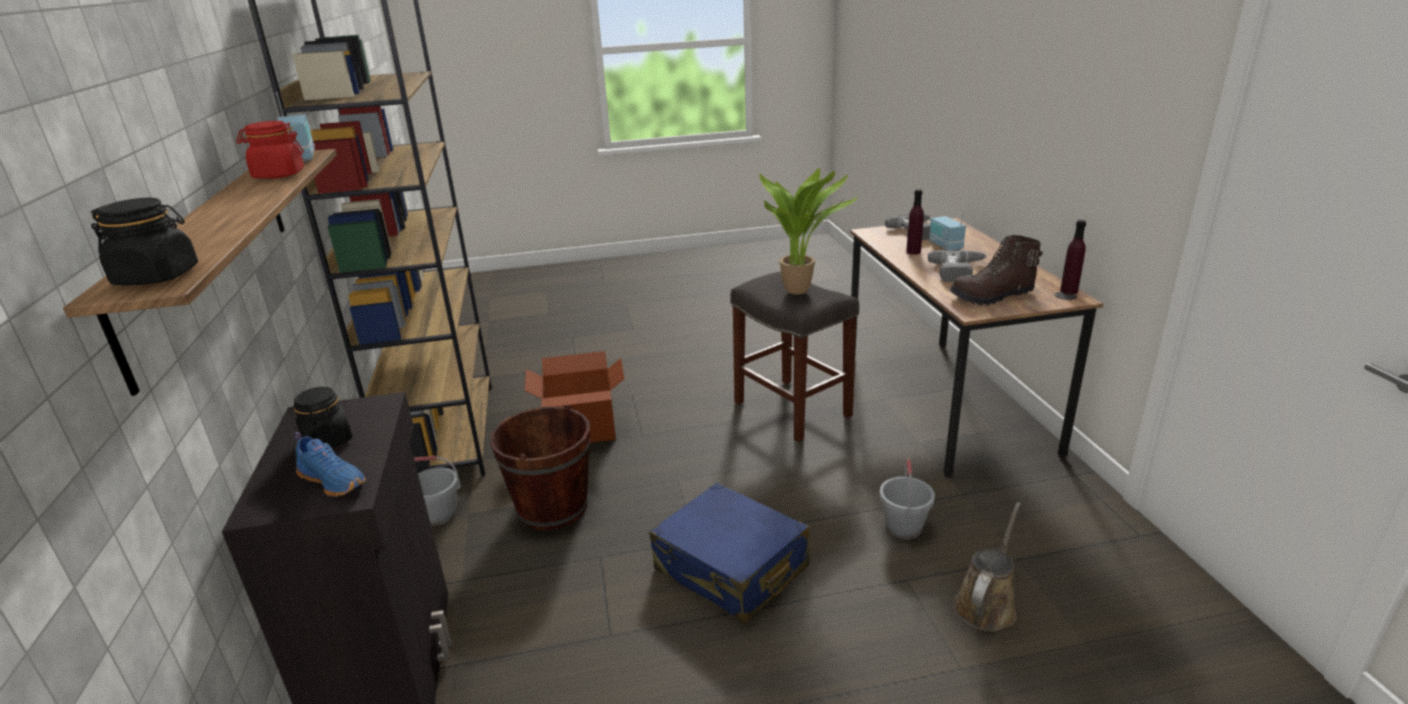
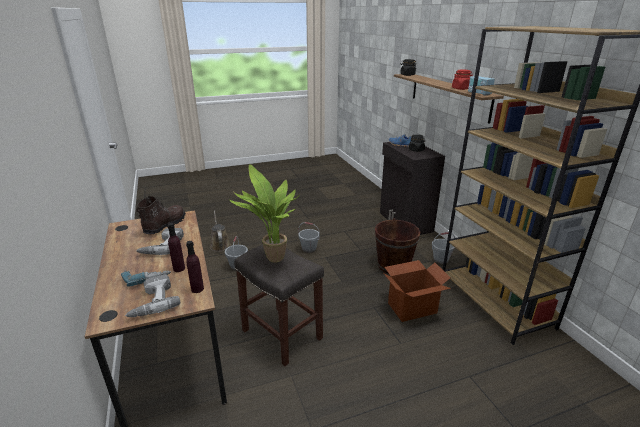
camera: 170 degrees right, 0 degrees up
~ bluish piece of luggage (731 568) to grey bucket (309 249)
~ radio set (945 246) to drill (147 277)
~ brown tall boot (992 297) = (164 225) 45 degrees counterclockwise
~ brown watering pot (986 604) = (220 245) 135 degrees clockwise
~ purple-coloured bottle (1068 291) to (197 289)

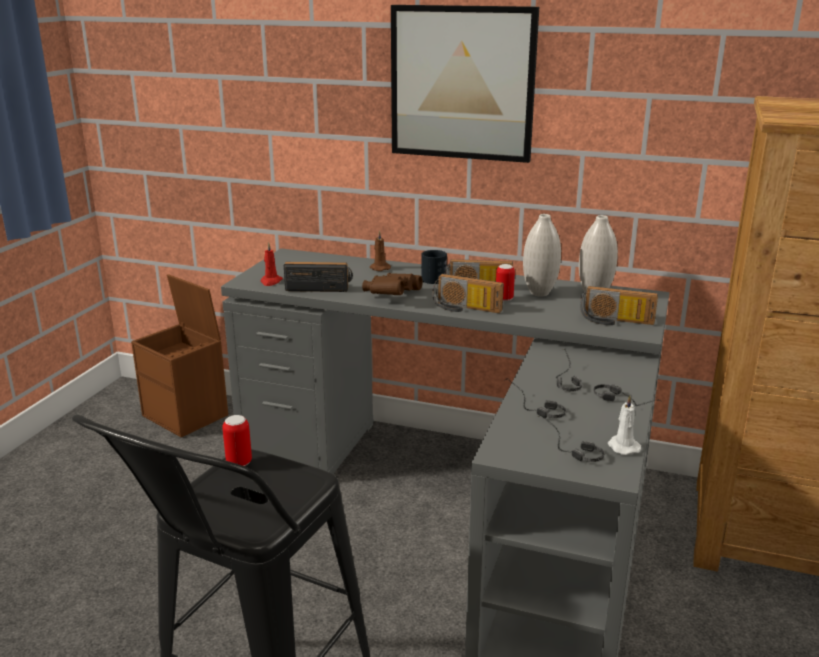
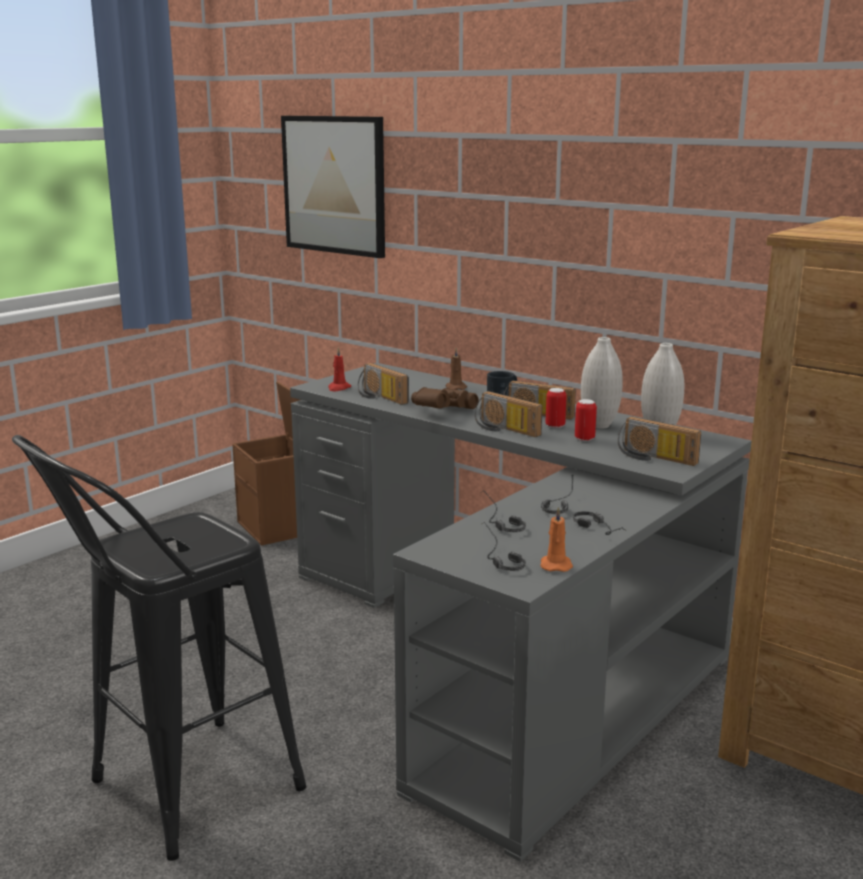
camera: 20 degrees right, 5 degrees down
~ can (239 463) to (584 439)
~ radio set (320 287) = (379 397) 150 degrees counterclockwise
~ picture (462 83) to (334 185)
~ white-coloured wax candle (622 446) to orangey wax candle (555 565)

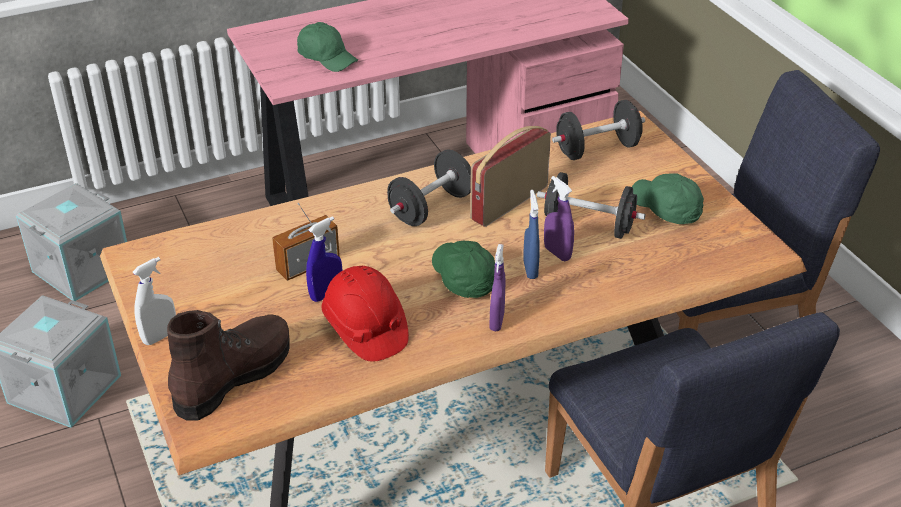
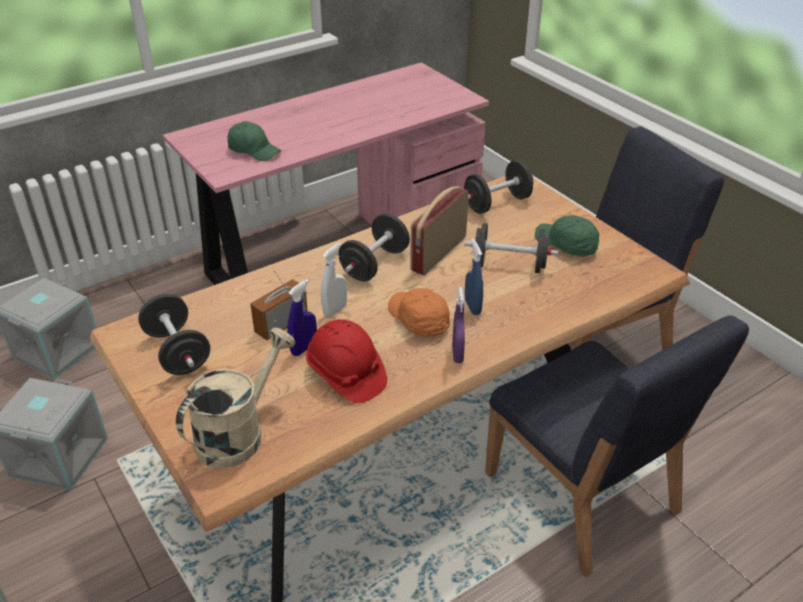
camera: 10 degrees left, 0 degrees up
~ white-coloured sprayer (160 337) to (335 310)
~ brown tall boot (233 377) to sand-coloured watering pot (238 433)
~ greenish baseball cap (463 277) to orangey baseball cap (418 320)
- purple-coloured sprayer (557 253)
+ black-coloured free weight (178 352)

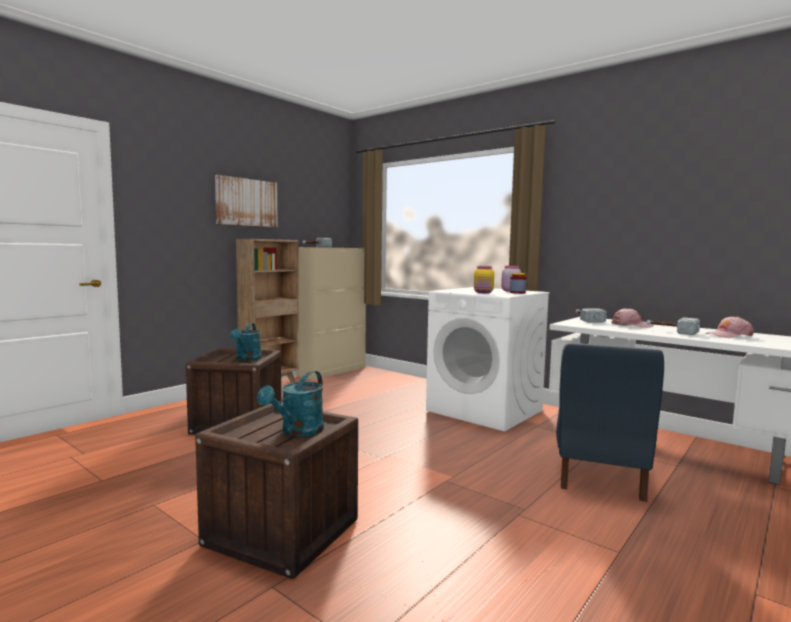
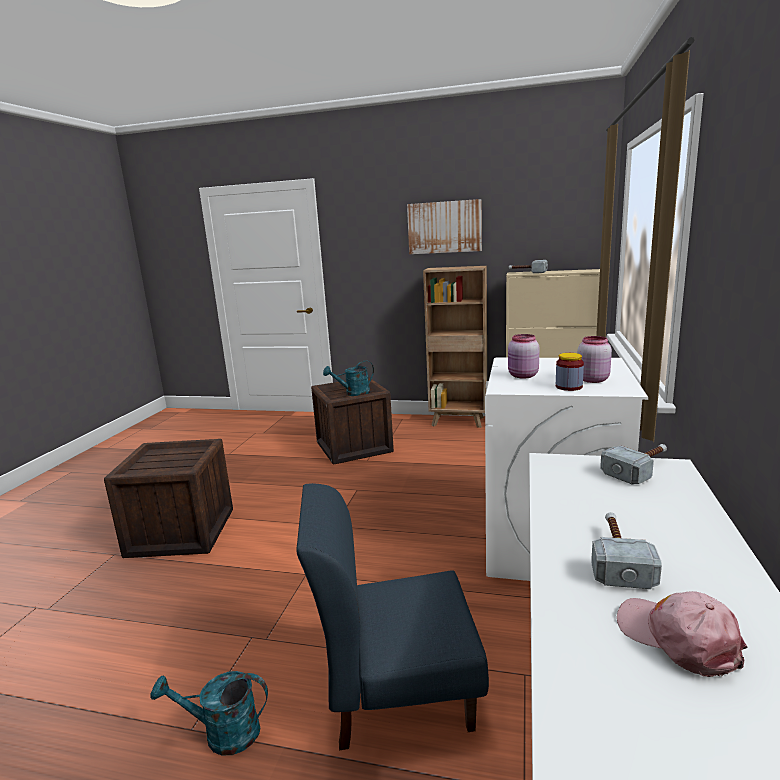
camera: 65 degrees right, 10 degrees up
~ turquoise-coloured watering pot (297 432) to (222 733)
~ yellow preserve jar (483 292) to pink-coloured preserve jar (522 376)
- pink-coloured baseball cap (631 325)

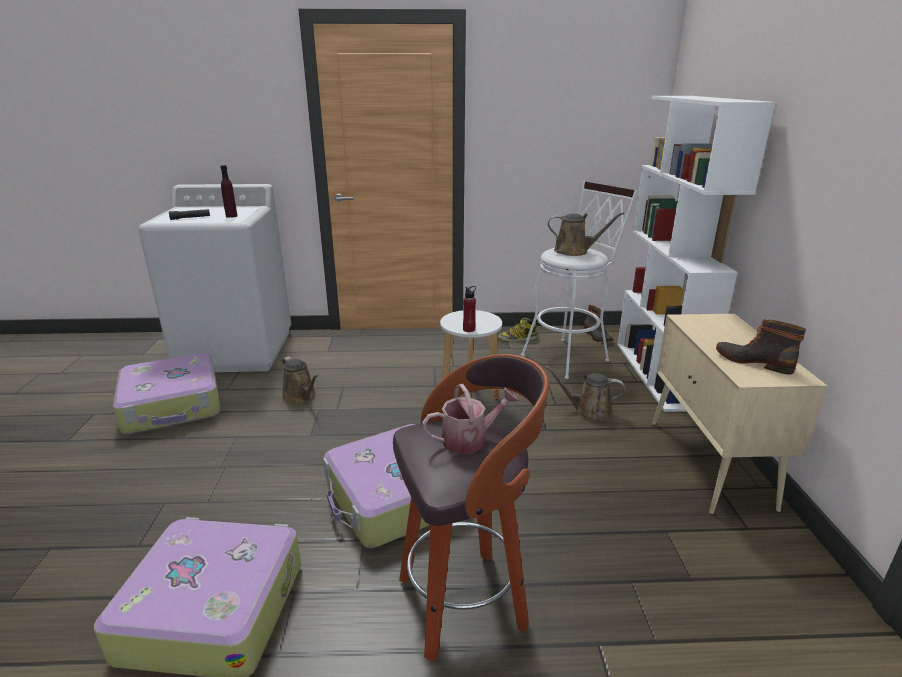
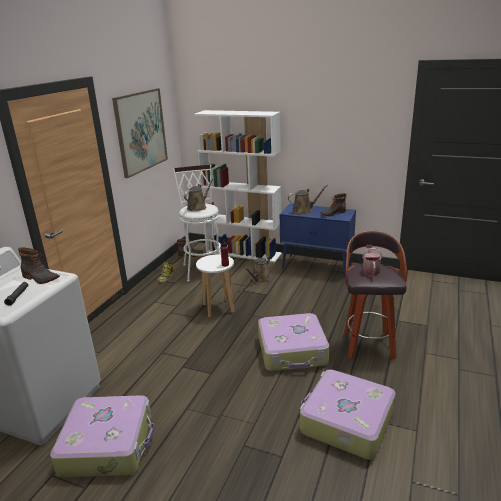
camera: 65 degrees left, 0 degrees up
~ purple-coloured bottle (231 216) to tall boot (40 278)
~ brown watering pot (301 397) to (303 211)
~ sand-coloured storage cabinet (709 464) to bluish storage cabinet (317 266)
+ picture (141 131)

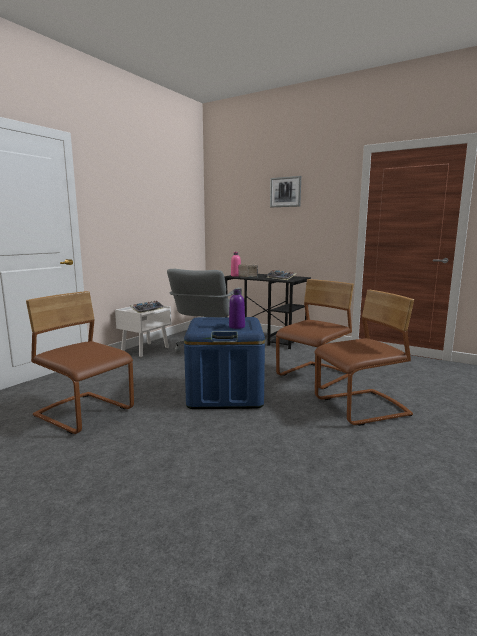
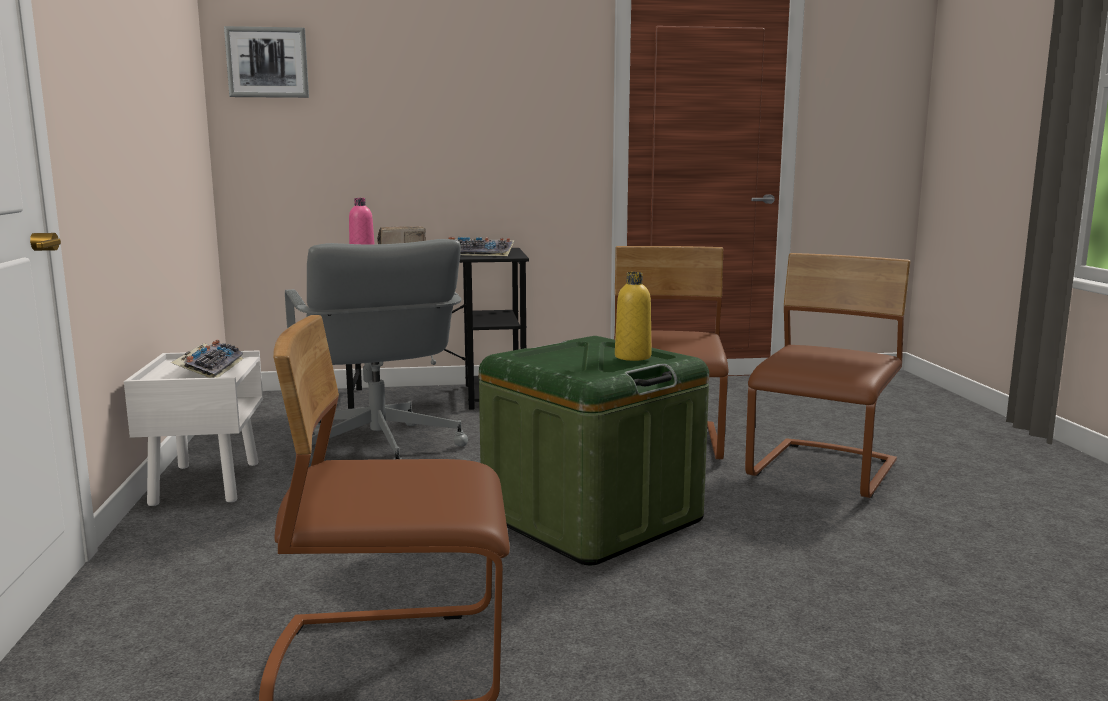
camera: 40 degrees left, 0 degrees up
~ bluish storage container (225 394) to greenish storage container (591 518)
~ purple-coloured bottle (237 327) to yellow bottle (632 357)
~ picture (285 192) to (267 62)

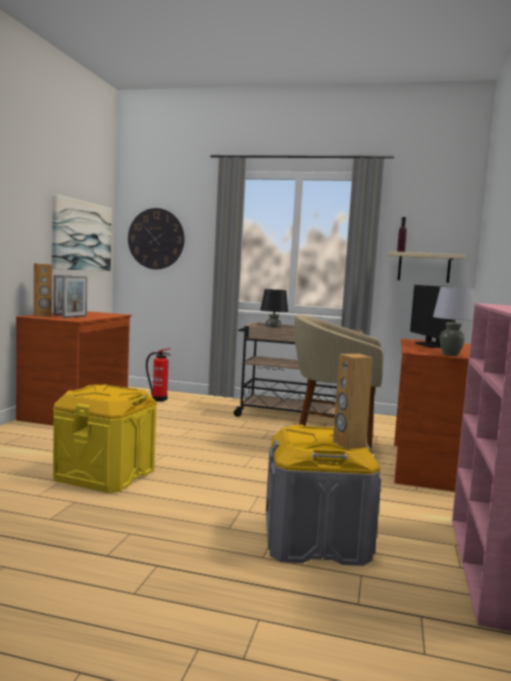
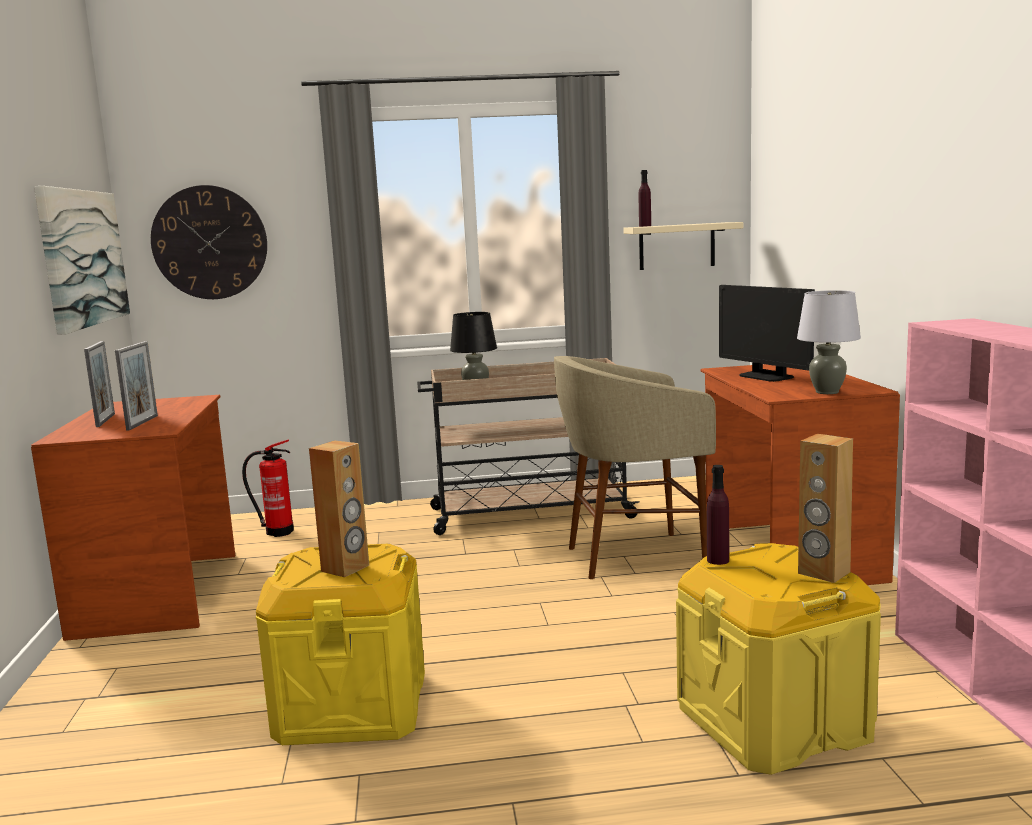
camera: 20 degrees left, 5 degrees up
~ brown speaker (42 316) to (345 568)
~ grey storage container (316 540) to yellow storage container (774 722)
+ purple-coloured bottle (718 560)

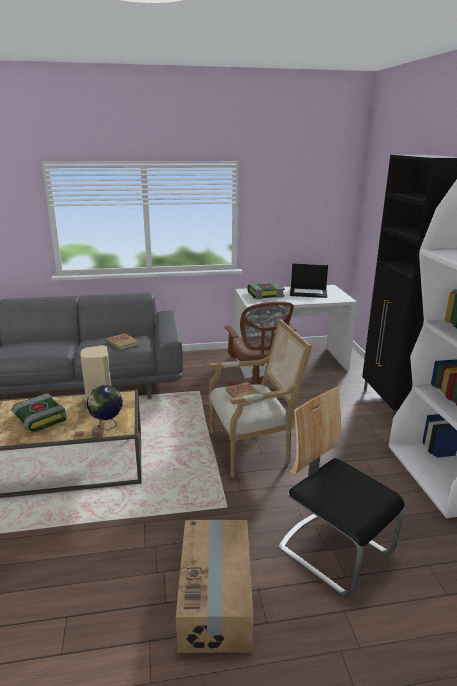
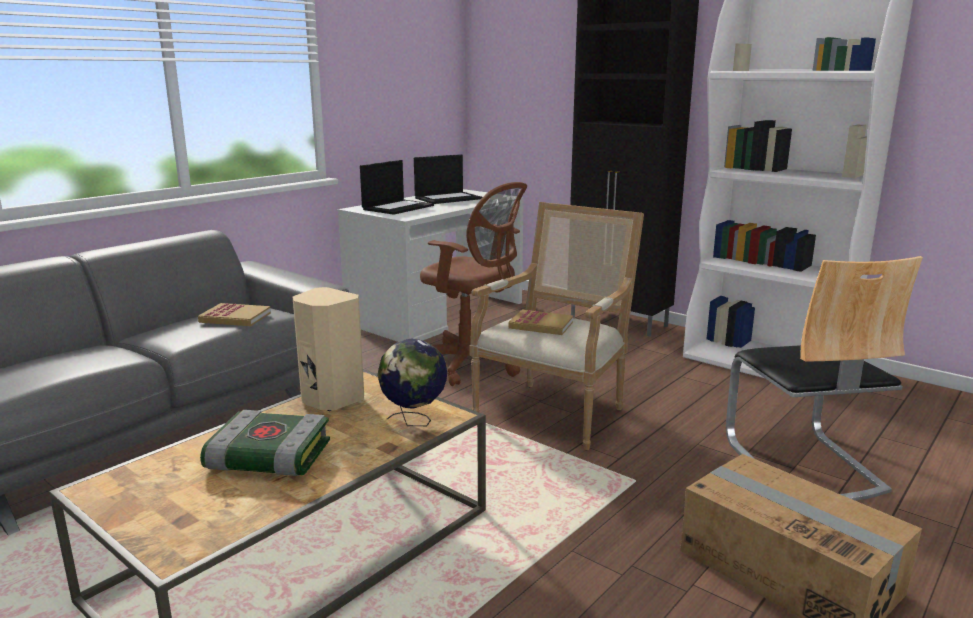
camera: 40 degrees left, 5 degrees down
~ volume (265 294) to notebook computer (398 207)
~ upright chair (335 551) = (801 464) 105 degrees counterclockwise

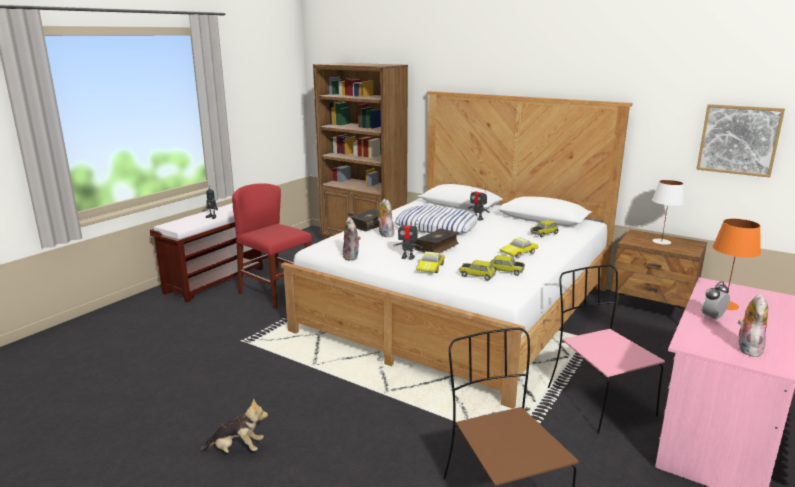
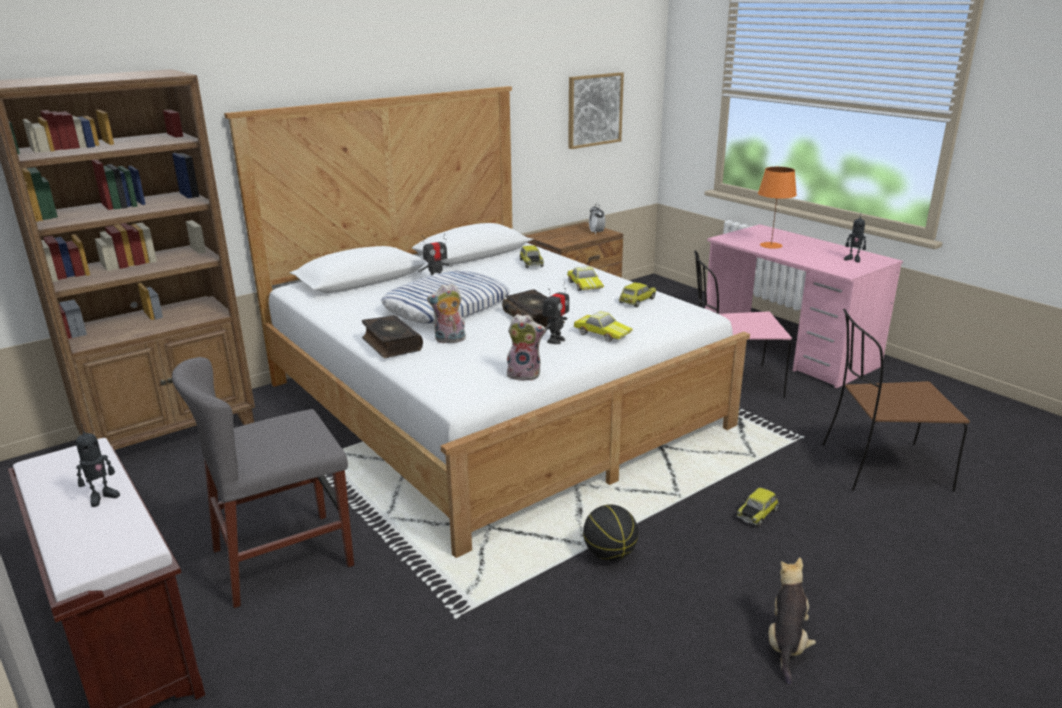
camera: 70 degrees left, 5 degrees up
~ reddish upright chair (275 293) to grey upright chair (283 557)
~ model car (477 275) to (756 513)
- white-coloured table lamp (661 241)
~ bedside clock (712 318) to (596 232)
~ plush toy (747 348) to model robot (853 259)
+ ball for basketball (609 554)

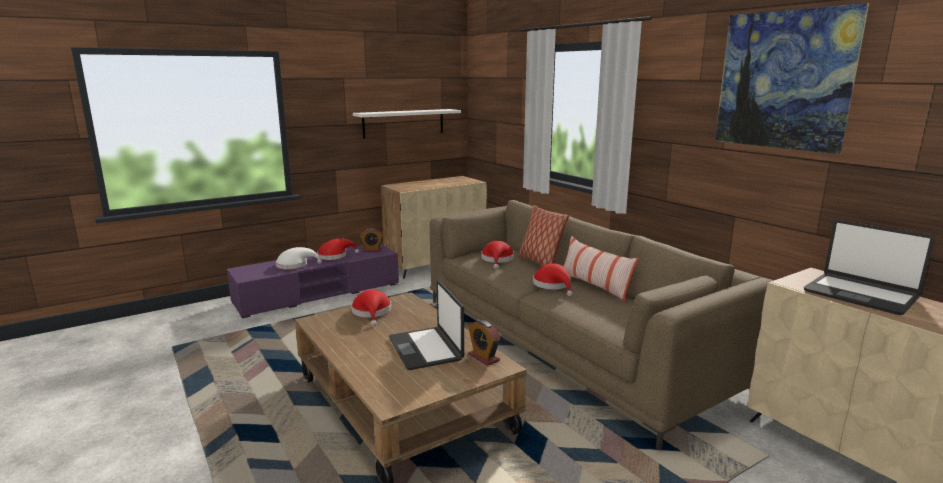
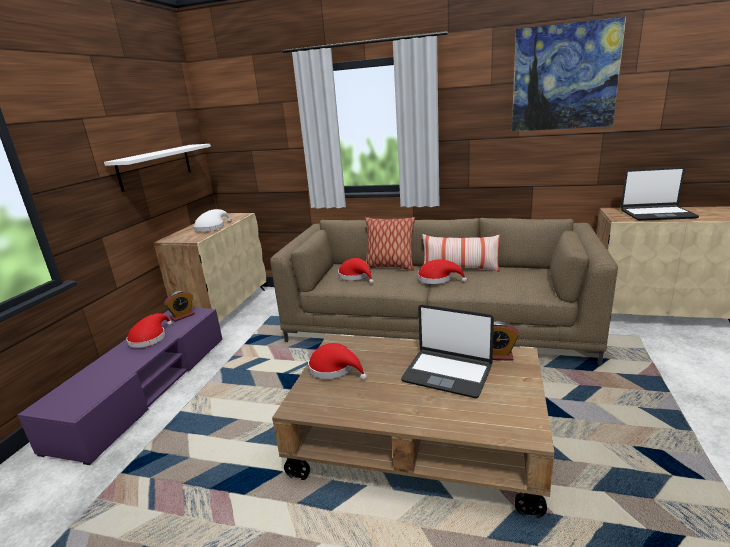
camera: 40 degrees left, 5 degrees up
~ white-coloured clothing hat (295 265) to (211 228)

